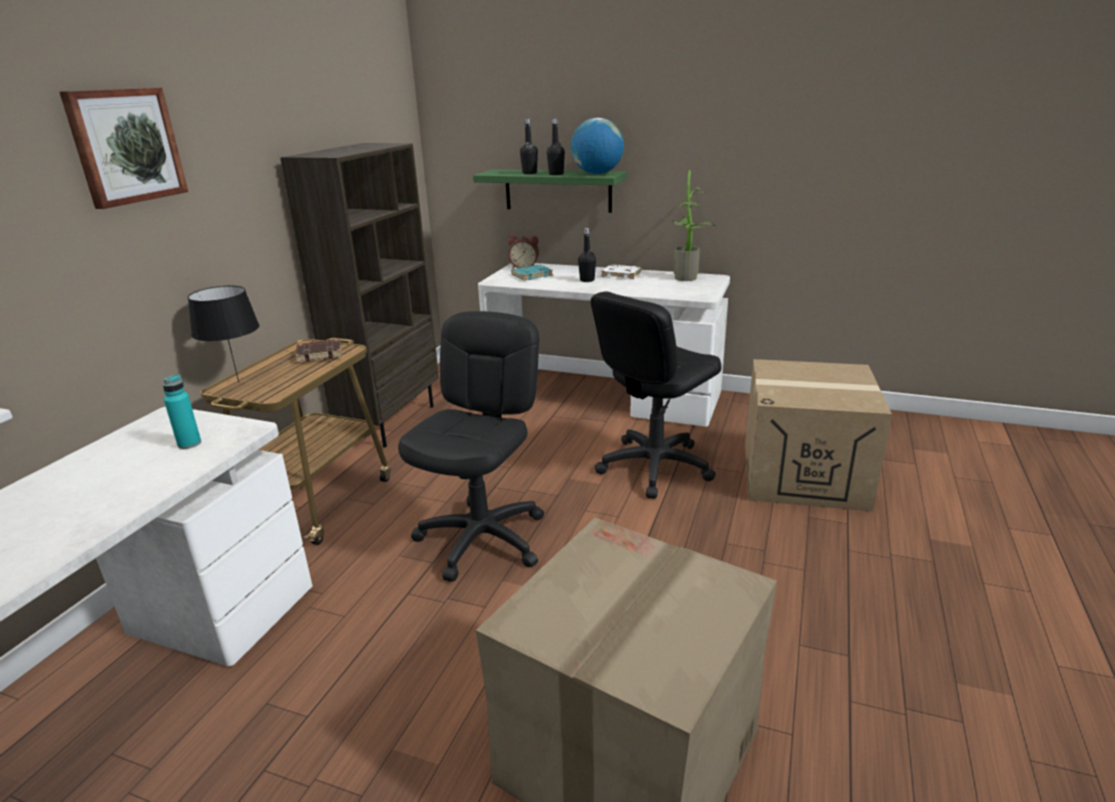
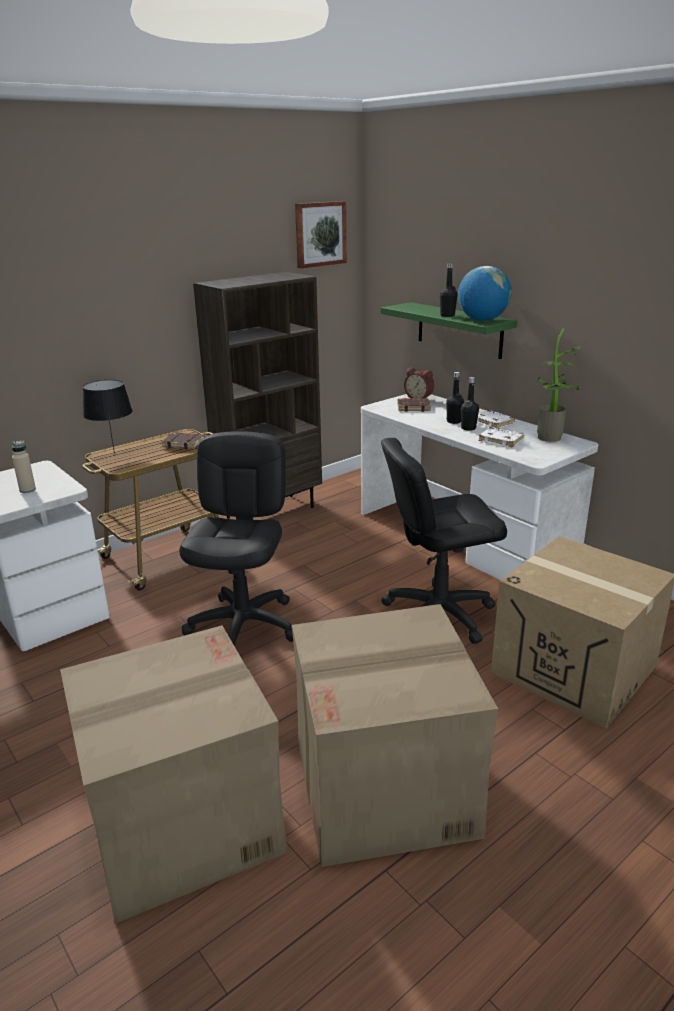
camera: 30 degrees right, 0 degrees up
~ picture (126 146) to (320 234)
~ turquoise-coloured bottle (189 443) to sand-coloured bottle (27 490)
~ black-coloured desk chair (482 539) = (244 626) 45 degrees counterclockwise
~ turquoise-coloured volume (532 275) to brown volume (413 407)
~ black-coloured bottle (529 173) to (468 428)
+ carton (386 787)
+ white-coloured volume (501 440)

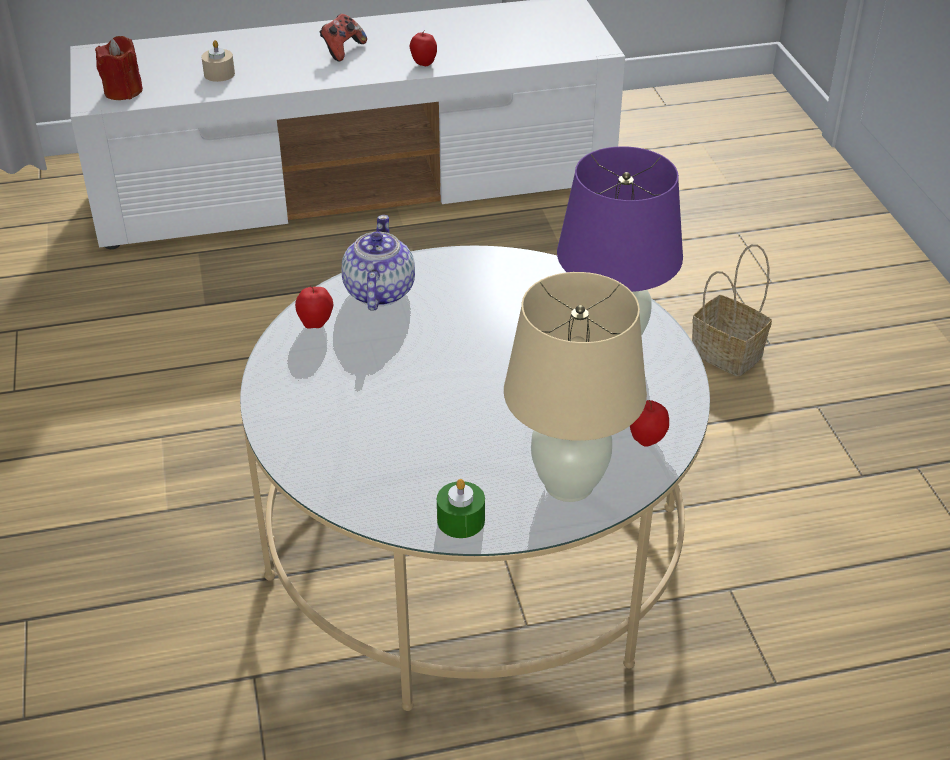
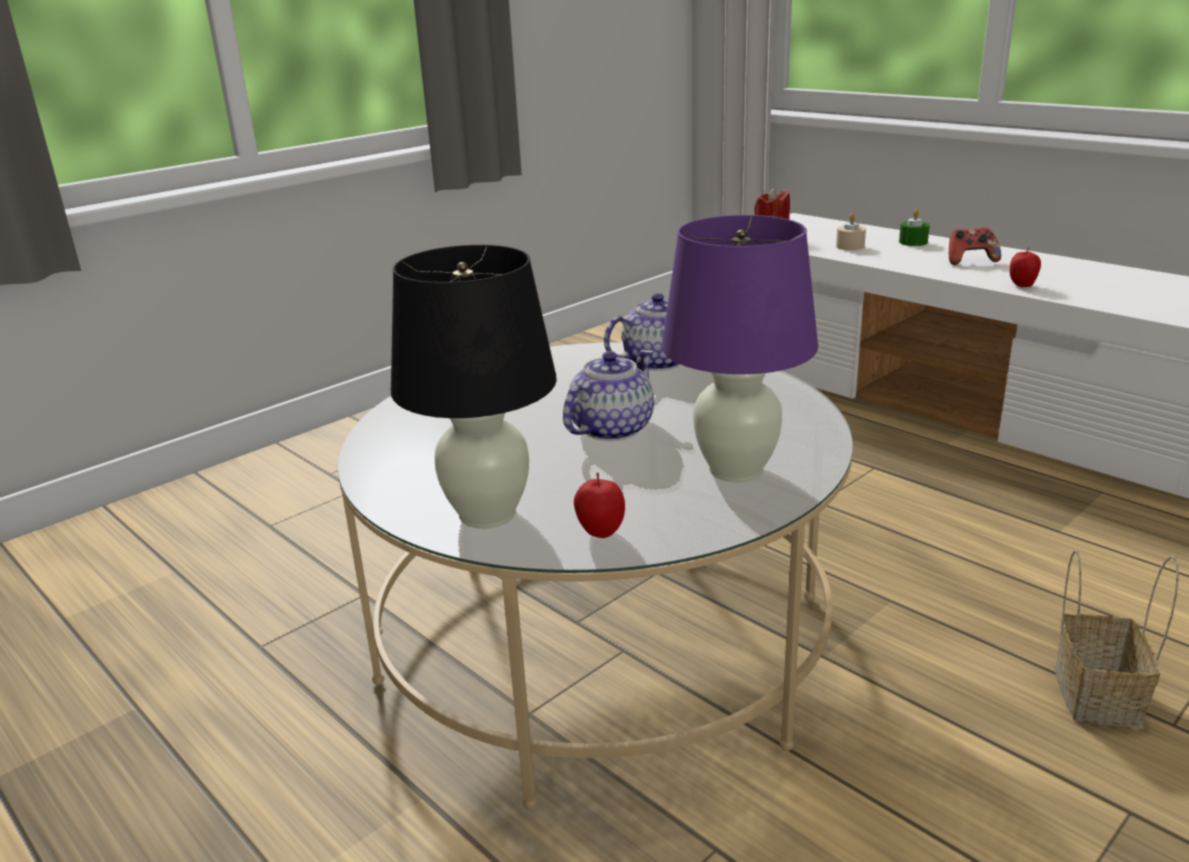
camera: 60 degrees right, 15 degrees down
- apple fruit (316 324)
~ greenish wax candle (461 520) to (913 242)
~ sand-coloured table lamp (569 485) to black-coloured table lamp (488 515)
+ pot for tea (610 429)

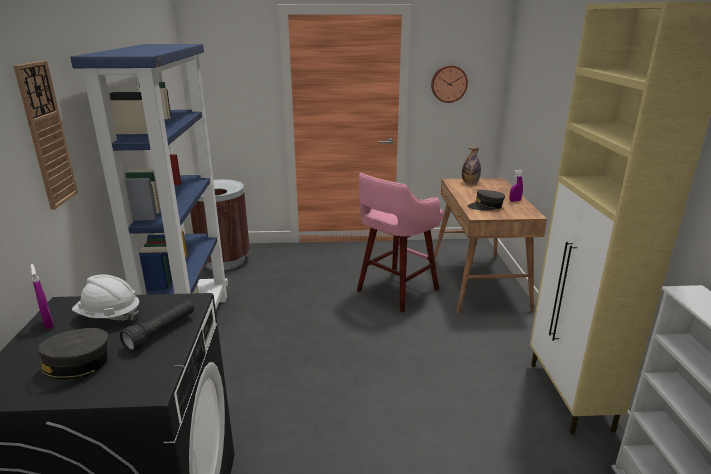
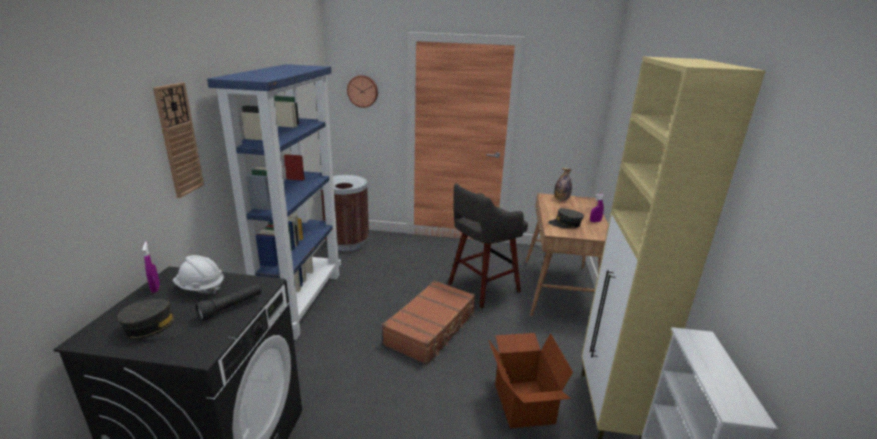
camera: 10 degrees right, 0 degrees up
~ grey baseball cap (72 369) = (154 329) 135 degrees counterclockwise
~ pink-coloured sitting stool (395 291) to grey sitting stool (481 288)
~ clock on the wall (448 83) to (363 91)
+ brown piece of luggage (431 329)
+ carton (522 403)

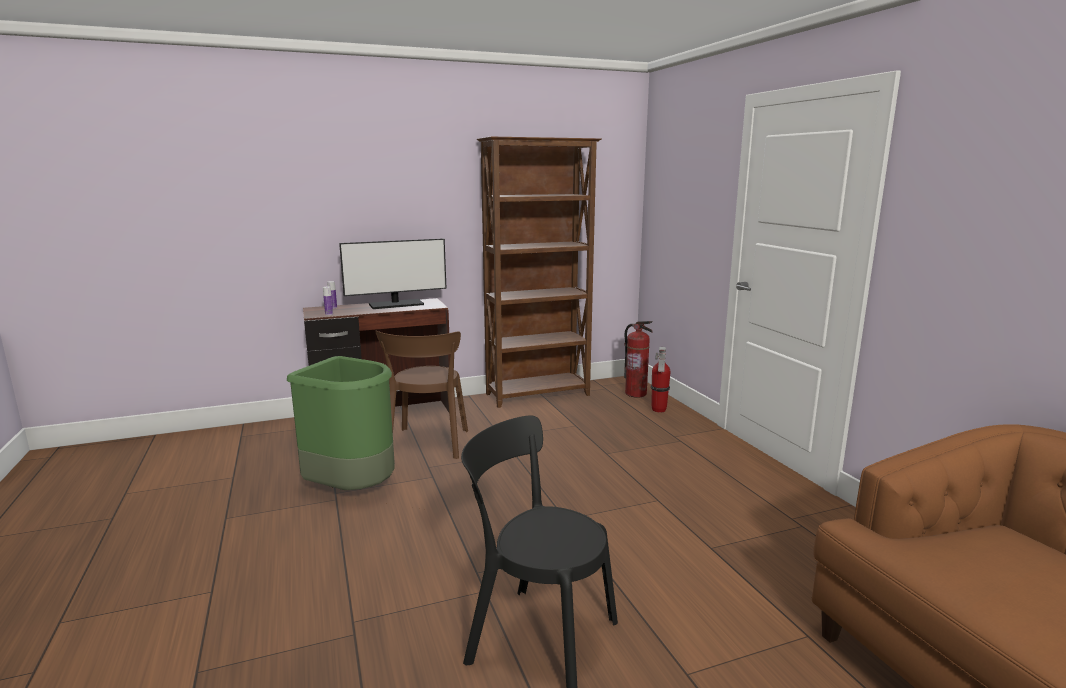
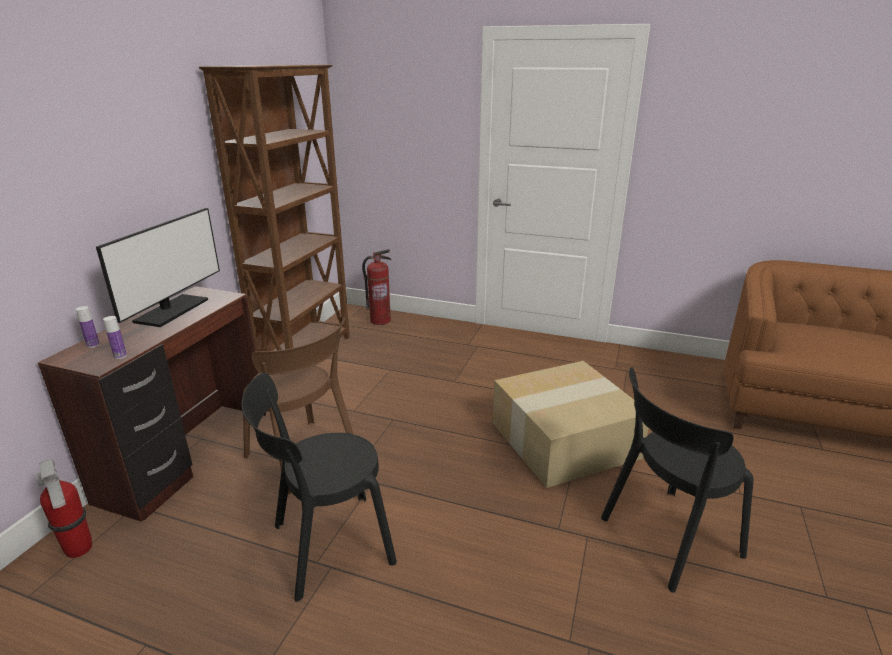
camera: 50 degrees left, 10 degrees up
~ greenish waste bin (353 489) to black-coloured upright chair (326 545)
~ fire-fighting cylinder (658 410) to (79 550)
+ carton (564 438)

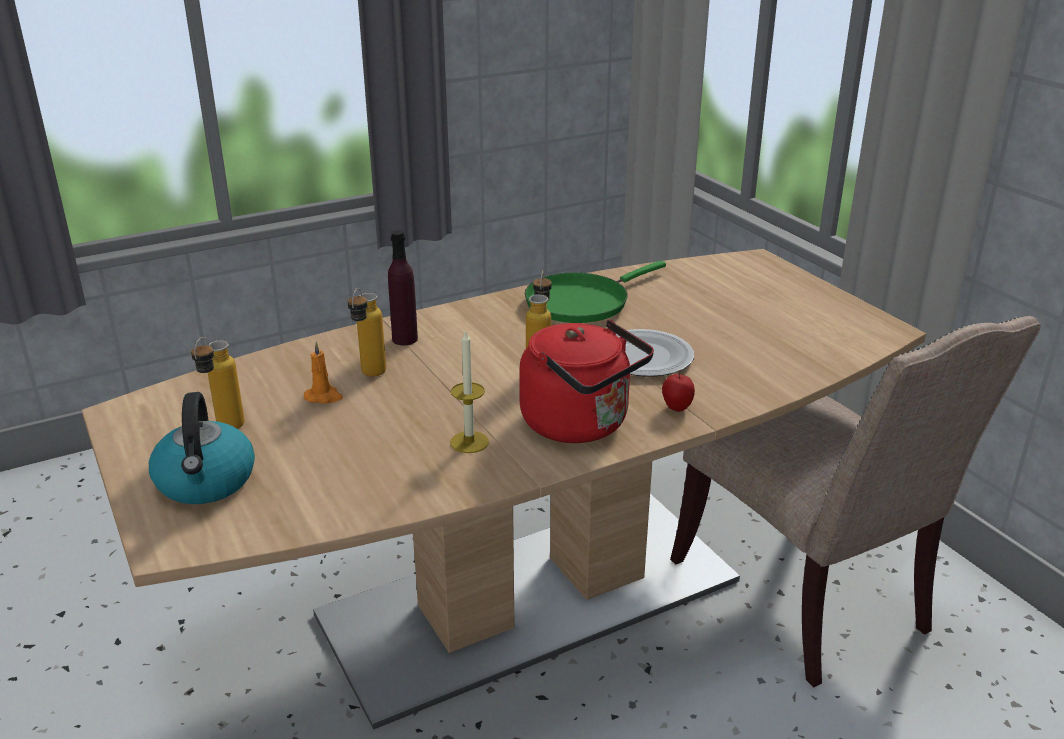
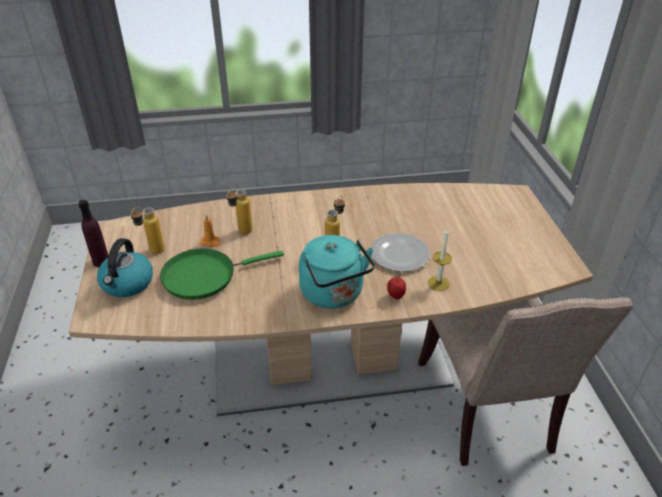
camera: 20 degrees right, 10 degrees up
~ purple-coloured bottle (405 339) to (101 261)
~ wax candle (469 442) to (438 283)
~ reddish tea kettle (581 425) to turquoise-coloured tea kettle (334 294)
~ greenish skillet (581 302) to (204 276)

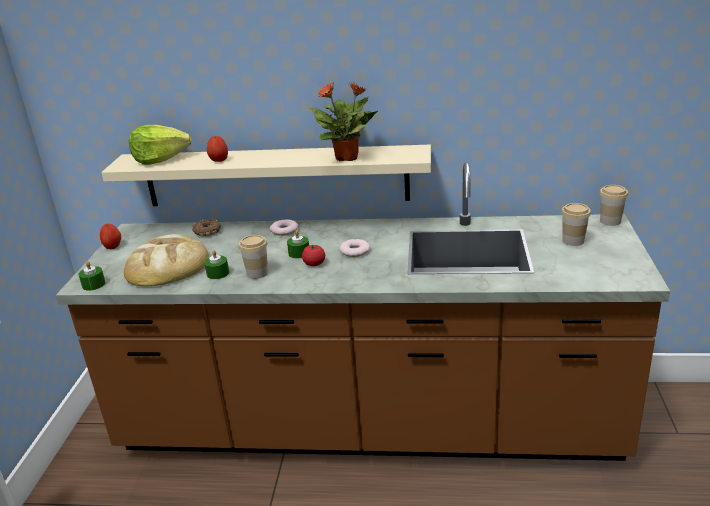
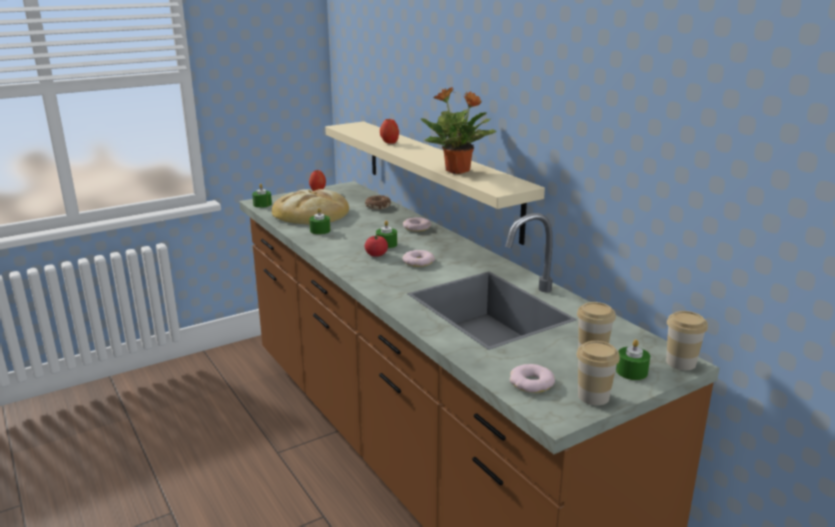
camera: 50 degrees right, 5 degrees down
- head of lettuce (160 159)
~ drinking cup (257 273) to (593 396)
+ donut (531 383)
+ greenish wax candle (631 372)

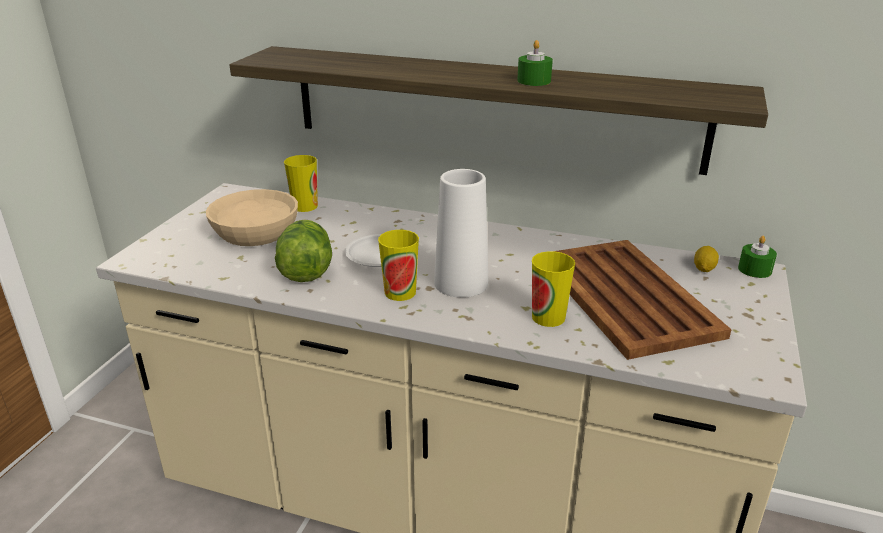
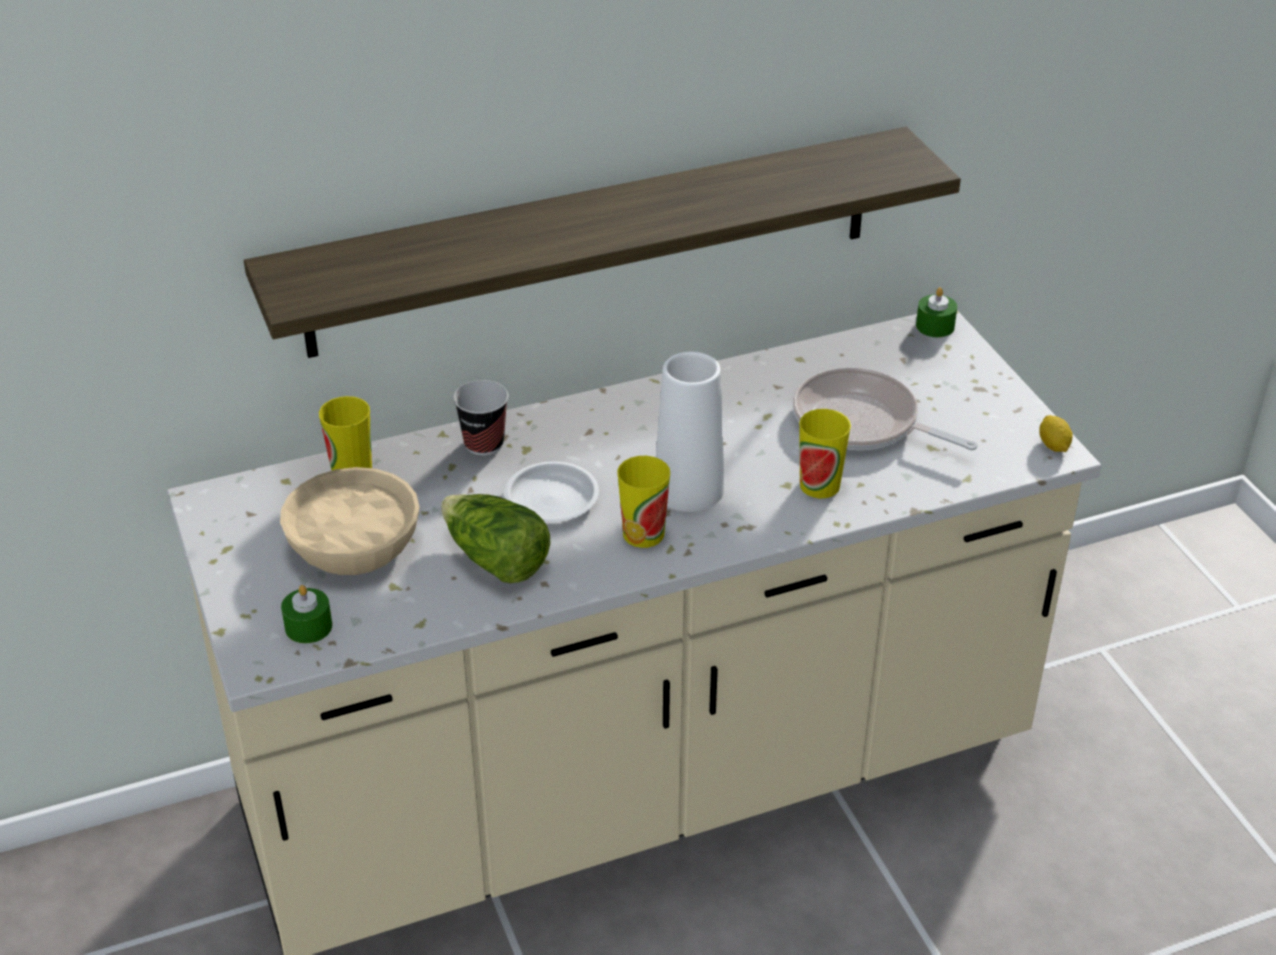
camera: 40 degrees left, 10 degrees up
~ greenish wax candle (534 81) to (308 626)
~ brown tray (627 298) to skillet (862 423)
~ whole lemon (704 268) to (1053 445)
+ drinking cup (484 444)

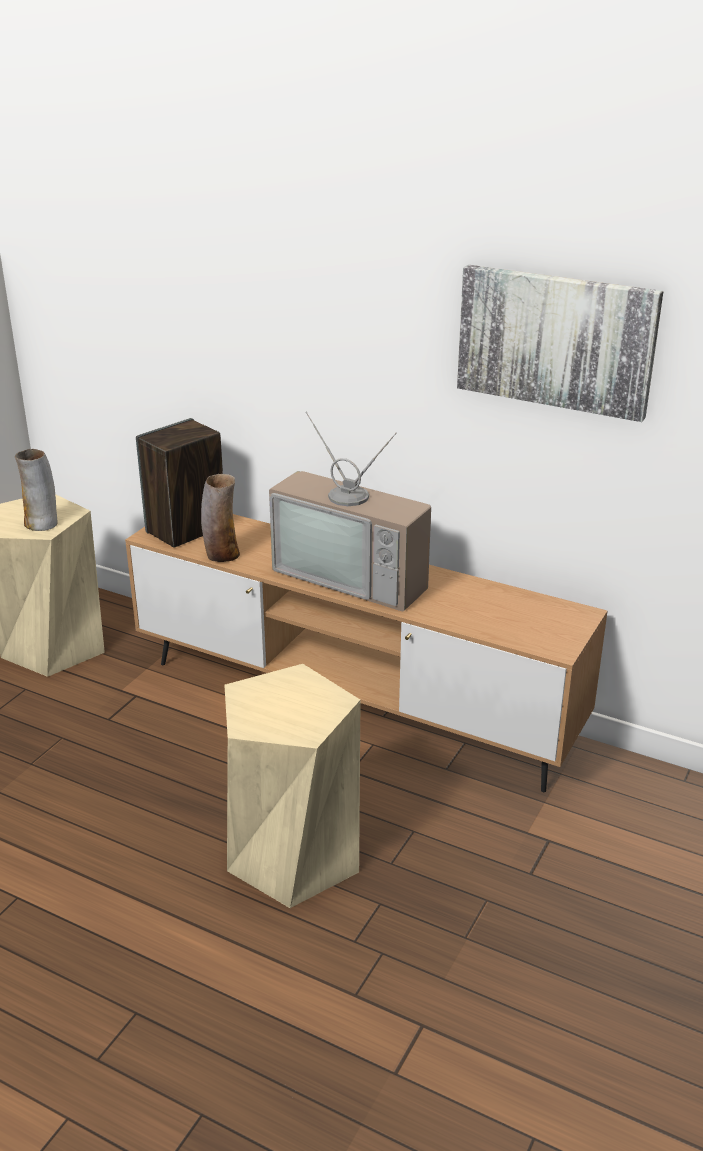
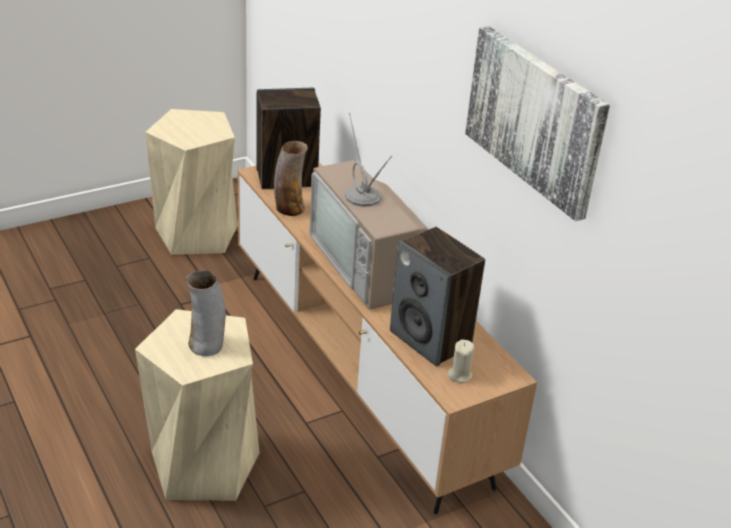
camera: 30 degrees right, 5 degrees up
~ decorative vase (42 523) to (207 344)
+ speaker (431 339)
+ sand-coloured wax candle (459 375)

